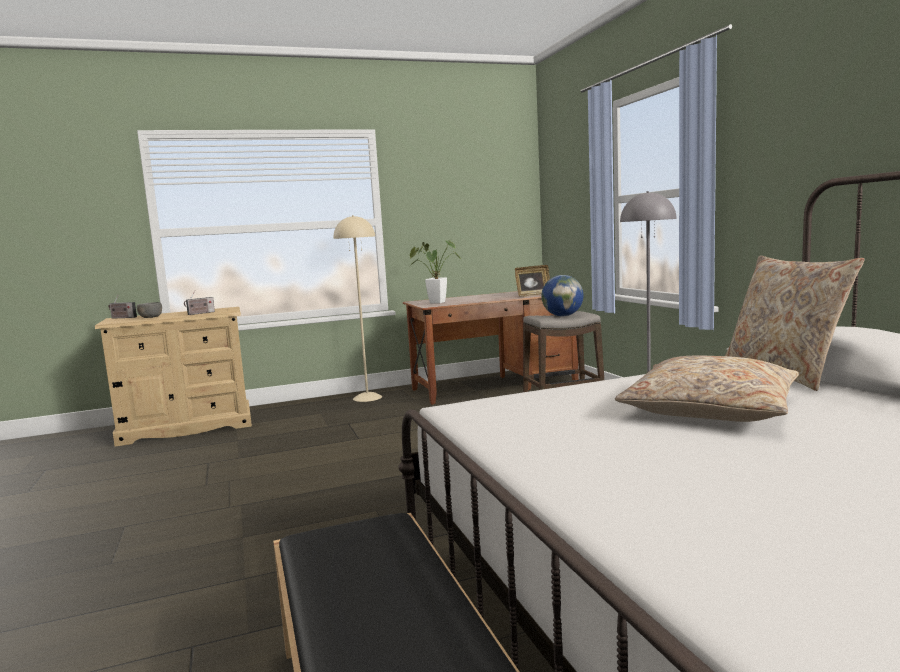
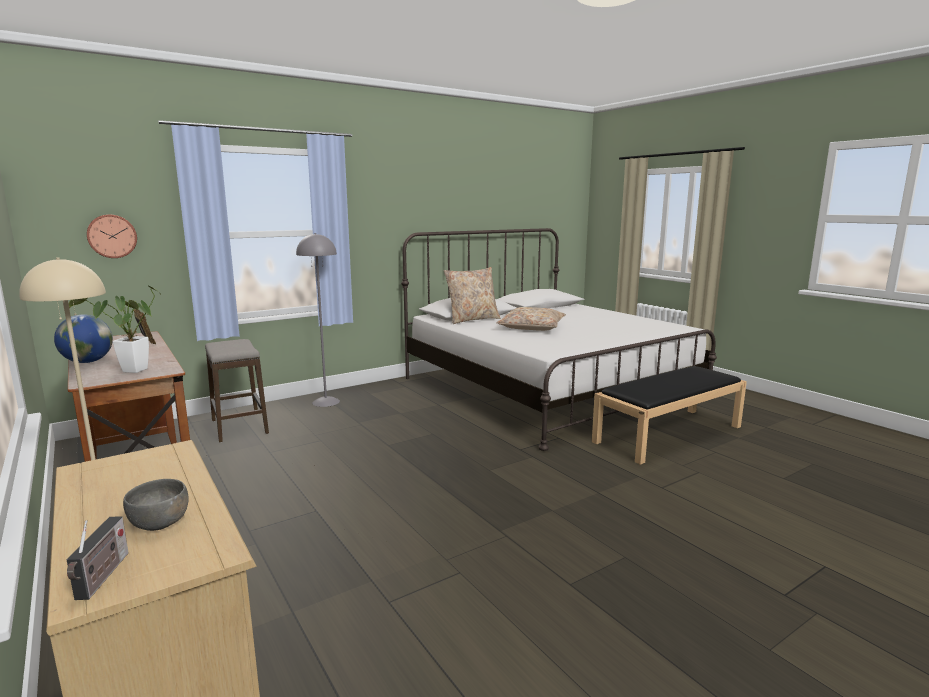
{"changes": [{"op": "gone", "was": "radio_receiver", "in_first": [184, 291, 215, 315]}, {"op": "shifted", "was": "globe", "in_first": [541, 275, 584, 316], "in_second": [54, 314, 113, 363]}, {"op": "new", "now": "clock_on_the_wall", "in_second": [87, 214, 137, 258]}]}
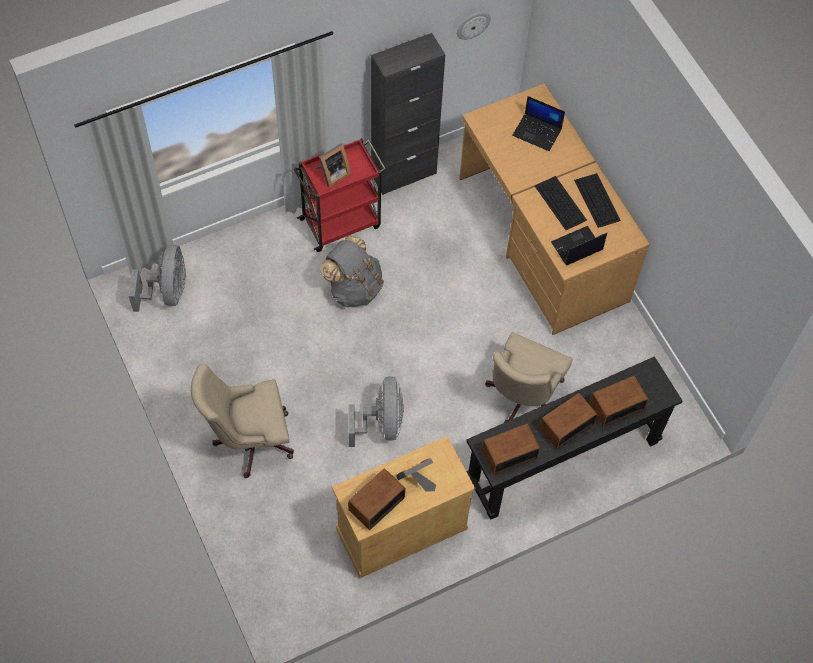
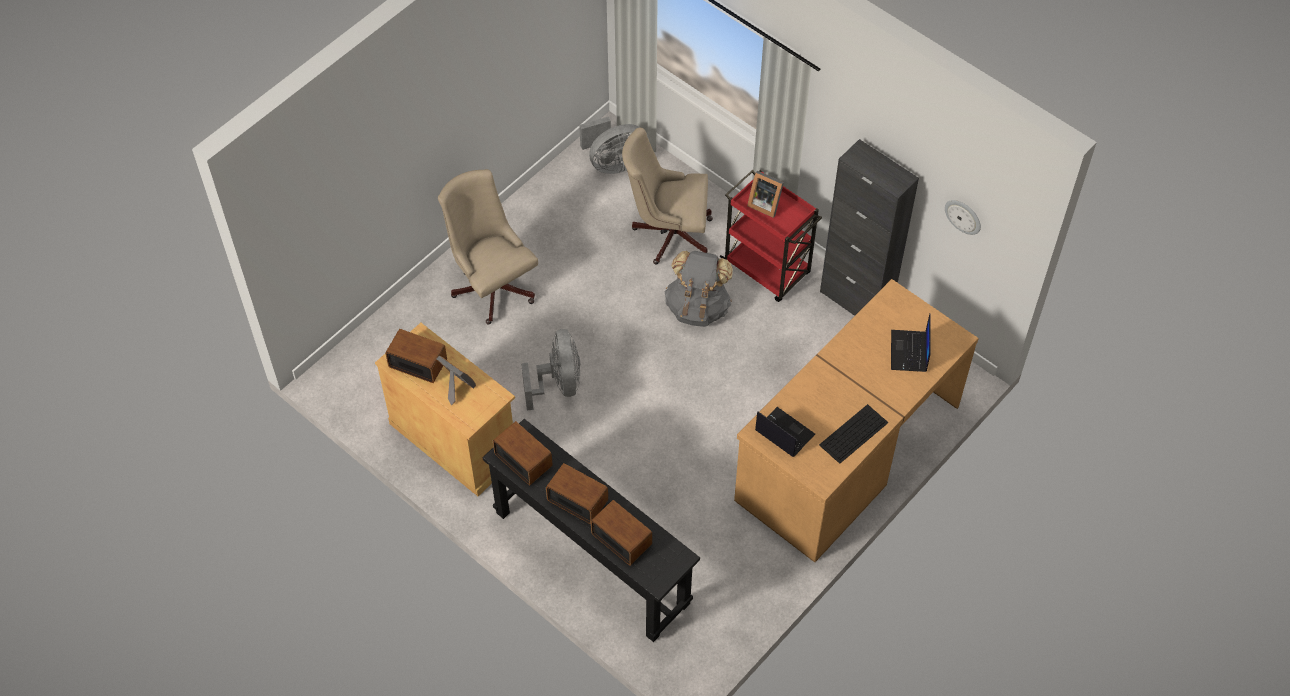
{"changes": [{"op": "rotated", "was": "greyish_fan", "in_first": [348, 376, 404, 447], "in_second": [521, 329, 580, 411], "clockwise": -75}, {"op": "shifted", "was": "sand-coloured_computer_chair", "in_first": [485, 332, 572, 423], "in_second": [622, 128, 713, 265]}, {"op": "gone", "was": "computer_keyboard", "in_first": [535, 176, 587, 230]}]}
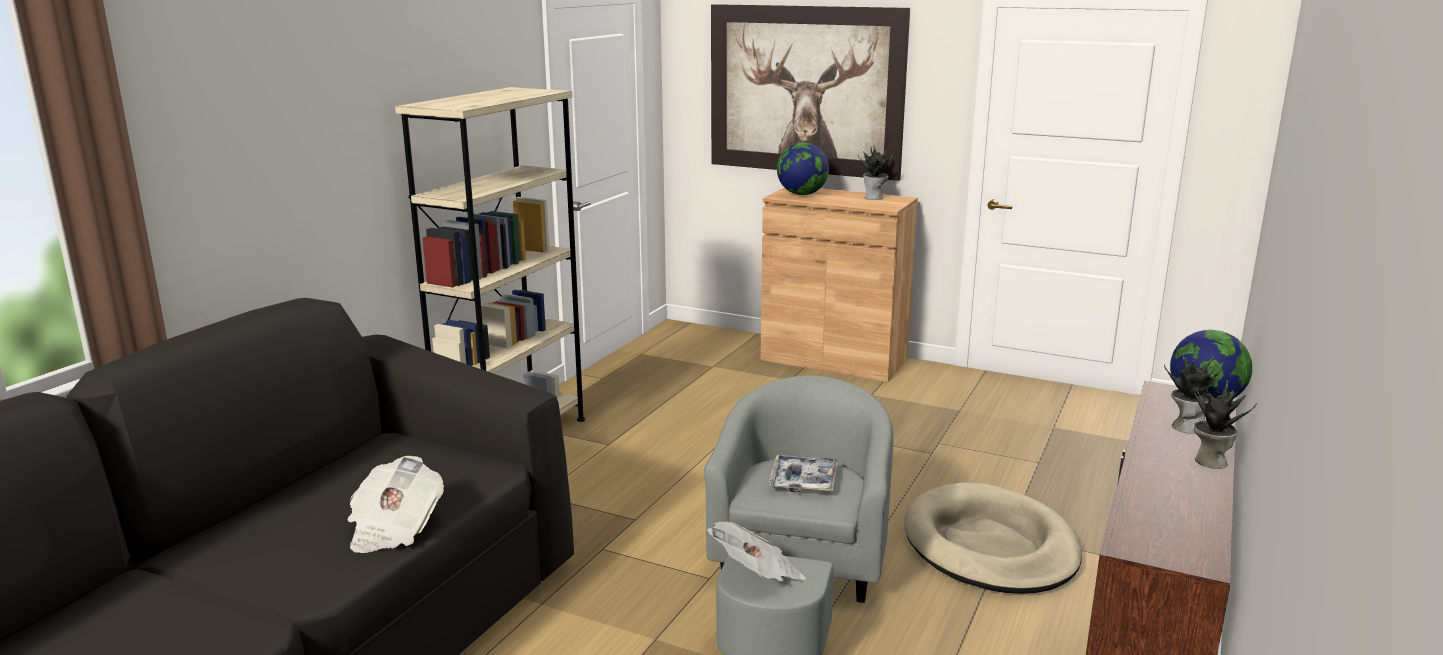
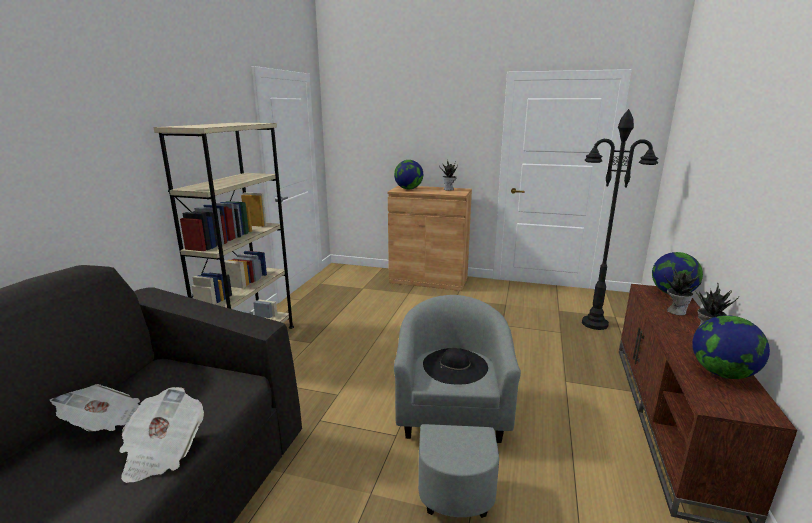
{"changes": [{"op": "shifted", "was": "printed_paper", "in_first": [707, 522, 806, 581], "in_second": [50, 384, 140, 432]}, {"op": "gone", "was": "picture", "in_first": [711, 4, 910, 181]}, {"op": "swapped", "was": "carrying_tray", "now": "blackish_hat", "in_first": [768, 455, 838, 492], "in_second": [423, 348, 488, 384]}, {"op": "gone", "was": "sand-coloured_pet_bed", "in_first": [904, 482, 1081, 594]}, {"op": "new", "now": "blackish_floor_lamp", "in_second": [582, 109, 658, 330]}, {"op": "new", "now": "globe", "in_second": [692, 315, 770, 379]}]}
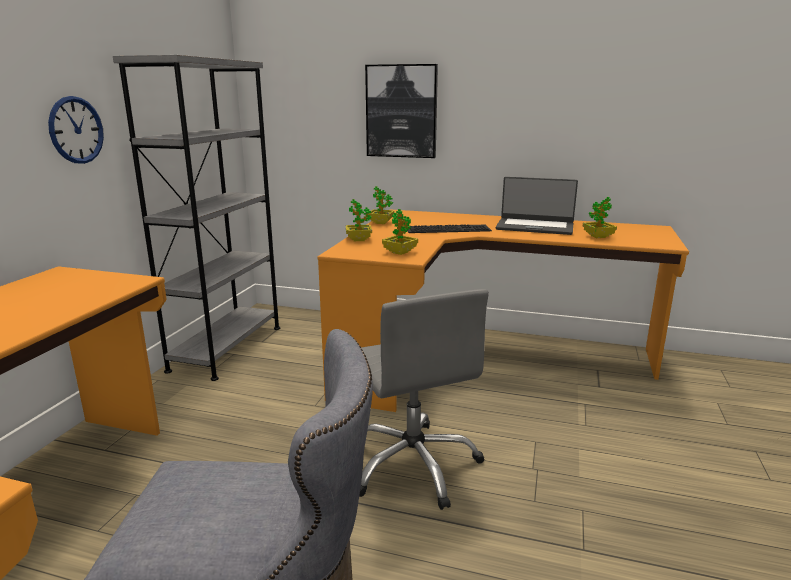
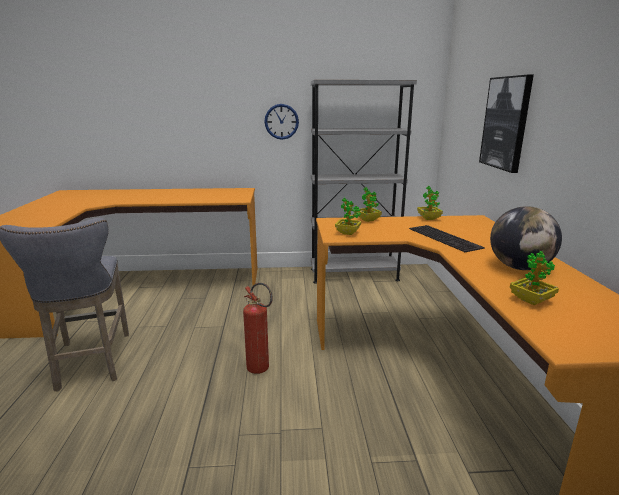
{"changes": [{"op": "swapped", "was": "greyish_computer_chair", "now": "extinguisher", "in_first": [359, 289, 489, 510], "in_second": [243, 283, 273, 374]}, {"op": "swapped", "was": "laptop", "now": "globe", "in_first": [496, 177, 578, 235], "in_second": [490, 206, 562, 270]}]}
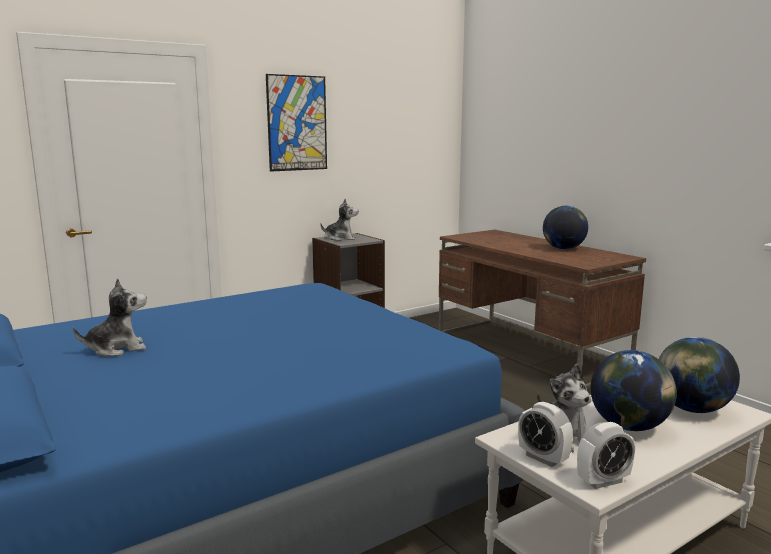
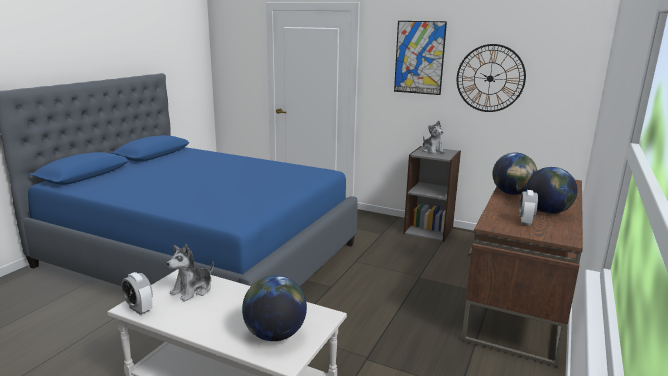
{"changes": [{"op": "gone", "was": "soft_toy", "in_first": [73, 278, 147, 357]}, {"op": "shifted", "was": "table_clock", "in_first": [518, 402, 573, 467], "in_second": [519, 190, 538, 226]}, {"op": "shifted", "was": "globe", "in_first": [591, 350, 677, 431], "in_second": [492, 152, 537, 195]}, {"op": "new", "now": "clock_on_the_wall", "in_second": [457, 44, 526, 112]}]}
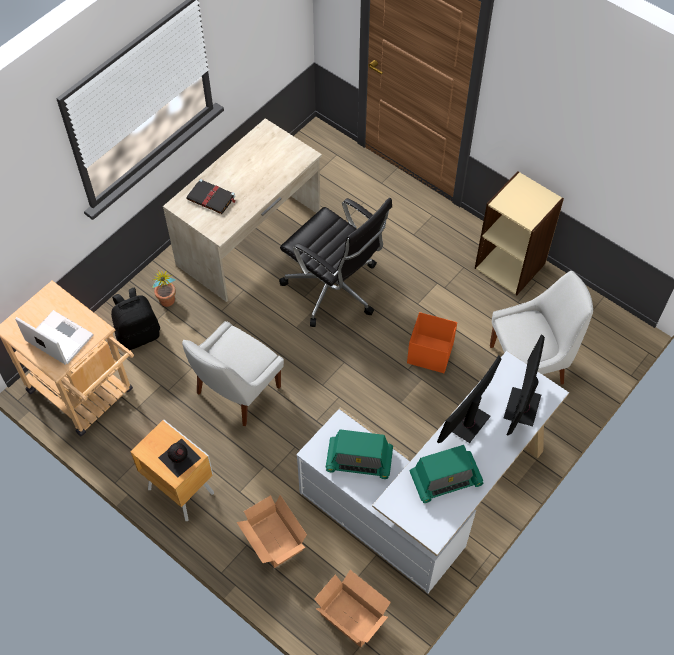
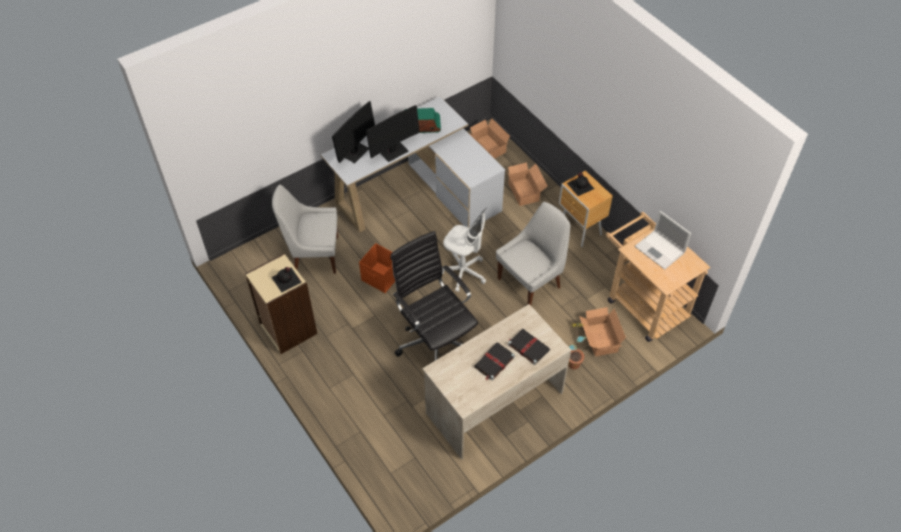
{"changes": [{"op": "swapped", "was": "blackish_rucksack", "now": "packing_box", "in_first": [111, 287, 160, 350], "in_second": [579, 307, 626, 356]}, {"op": "gone", "was": "radio_receiver", "in_first": [326, 429, 393, 479]}, {"op": "new", "now": "blackish_beverage_bottle", "in_second": [272, 267, 302, 292]}, {"op": "new", "now": "whitish_computer_chair", "in_second": [442, 208, 487, 292]}, {"op": "new", "now": "blackish_book", "in_second": [474, 343, 515, 381]}]}
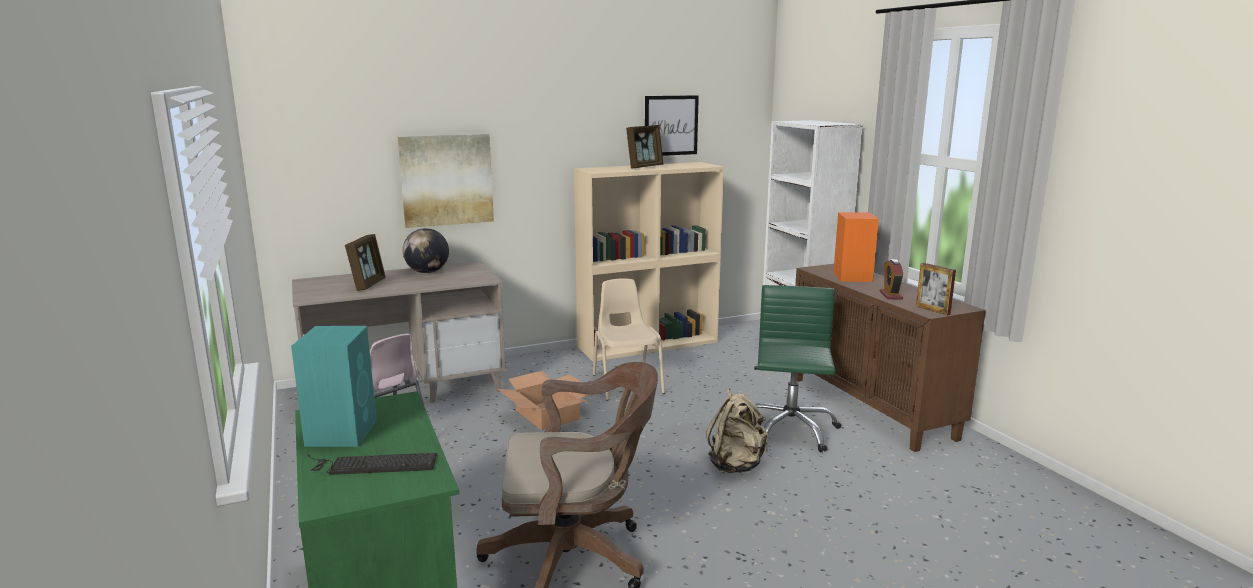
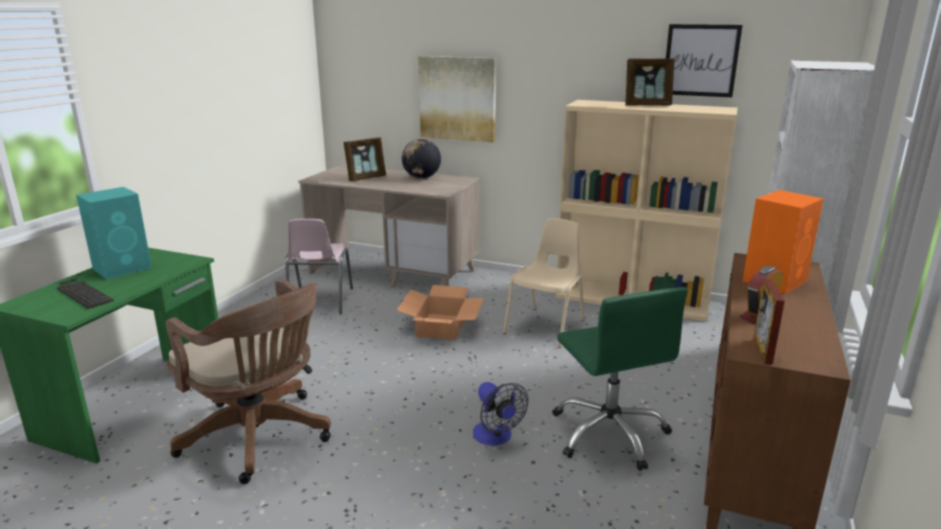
{"changes": [{"op": "swapped", "was": "sand-coloured_rucksack", "now": "fan", "in_first": [706, 388, 768, 473], "in_second": [473, 382, 528, 446]}, {"op": "rotated", "was": "greenish_computer_chair", "in_first": [754, 285, 841, 452], "in_second": [552, 287, 688, 471], "clockwise": 105}]}
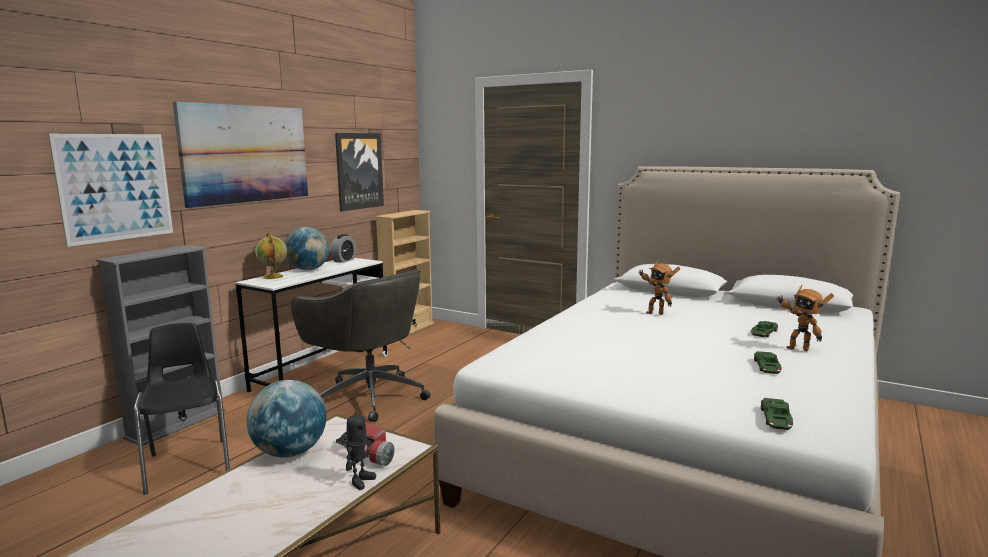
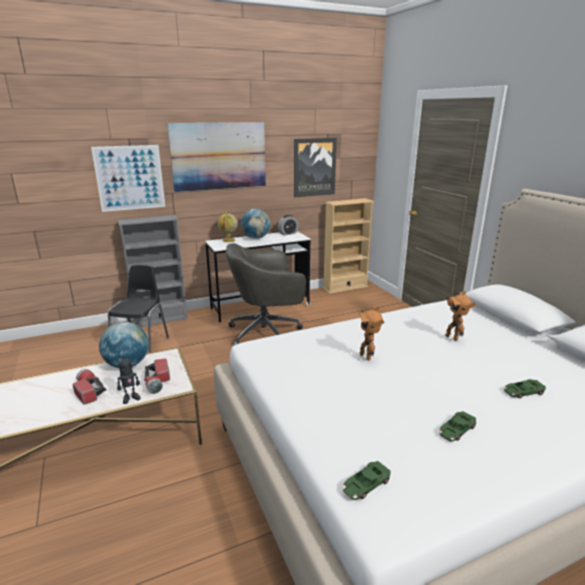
{"changes": [{"op": "rotated", "was": "greyish_computer_chair", "in_first": [291, 269, 430, 422], "in_second": [226, 243, 306, 346], "clockwise": 90}, {"op": "shifted", "was": "model_robot", "in_first": [776, 285, 834, 351], "in_second": [359, 306, 384, 361]}, {"op": "new", "now": "hand_torch", "in_second": [73, 369, 106, 405]}]}
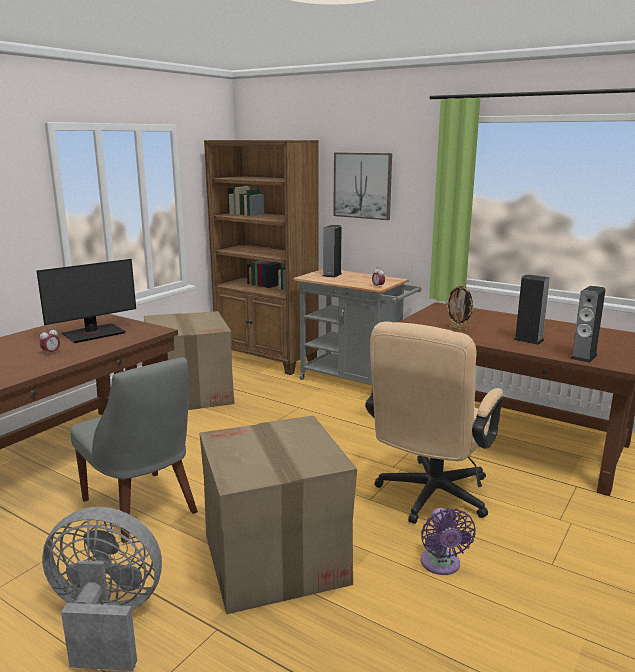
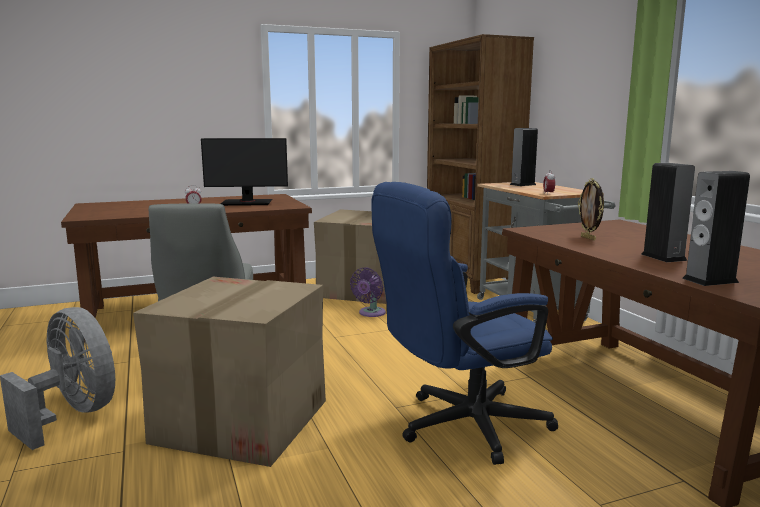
{"changes": [{"op": "gone", "was": "picture", "in_first": [333, 152, 392, 220]}, {"op": "repainted", "was": "sand-coloured_computer_chair", "now": "blue_computer_chair", "in_first": [365, 321, 503, 524], "in_second": [371, 182, 558, 465]}, {"op": "shifted", "was": "purplish_fan", "in_first": [421, 508, 476, 575], "in_second": [350, 268, 386, 317]}]}
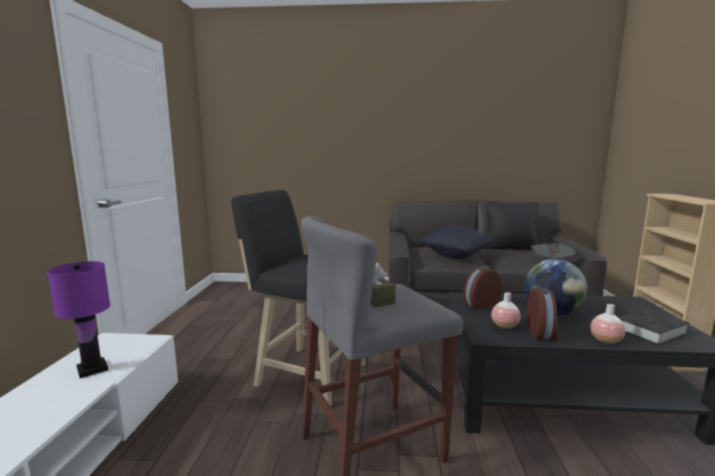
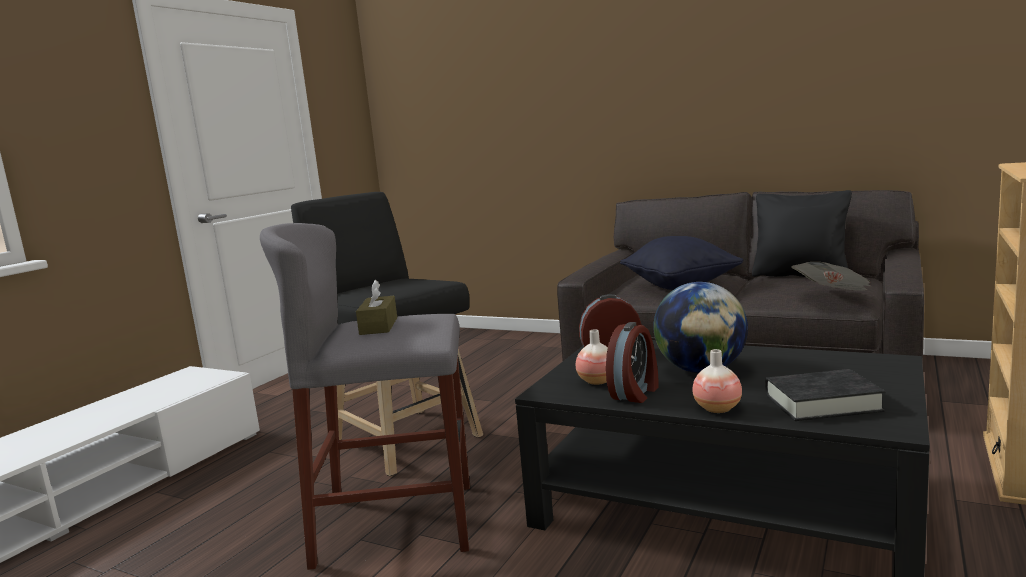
{"changes": [{"op": "gone", "was": "purplish_lamp_for_a_table", "in_first": [47, 261, 110, 378]}]}
